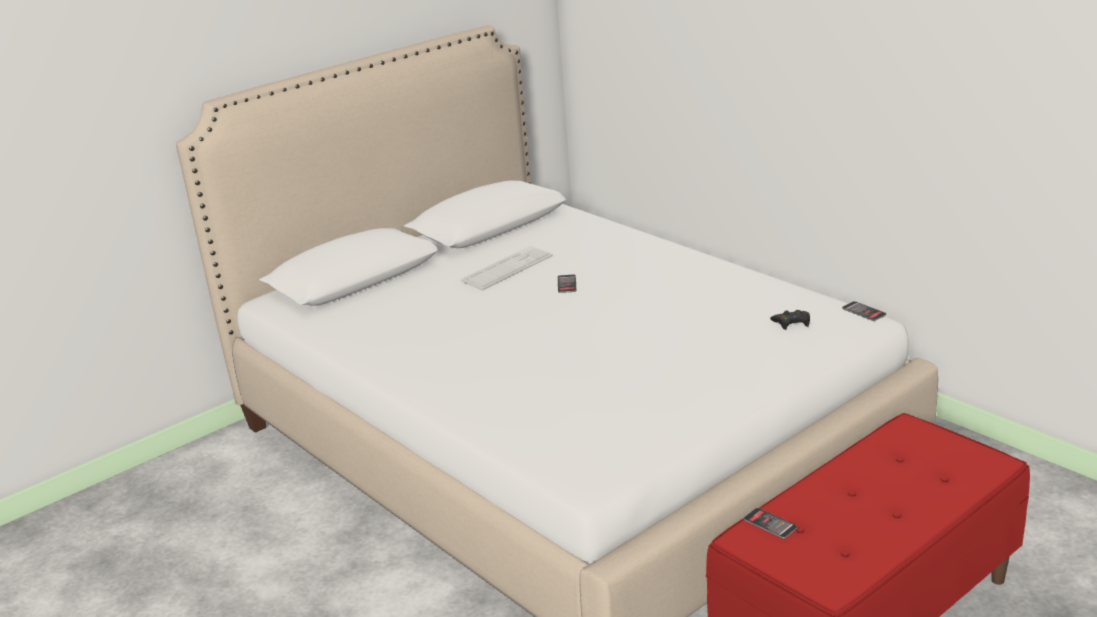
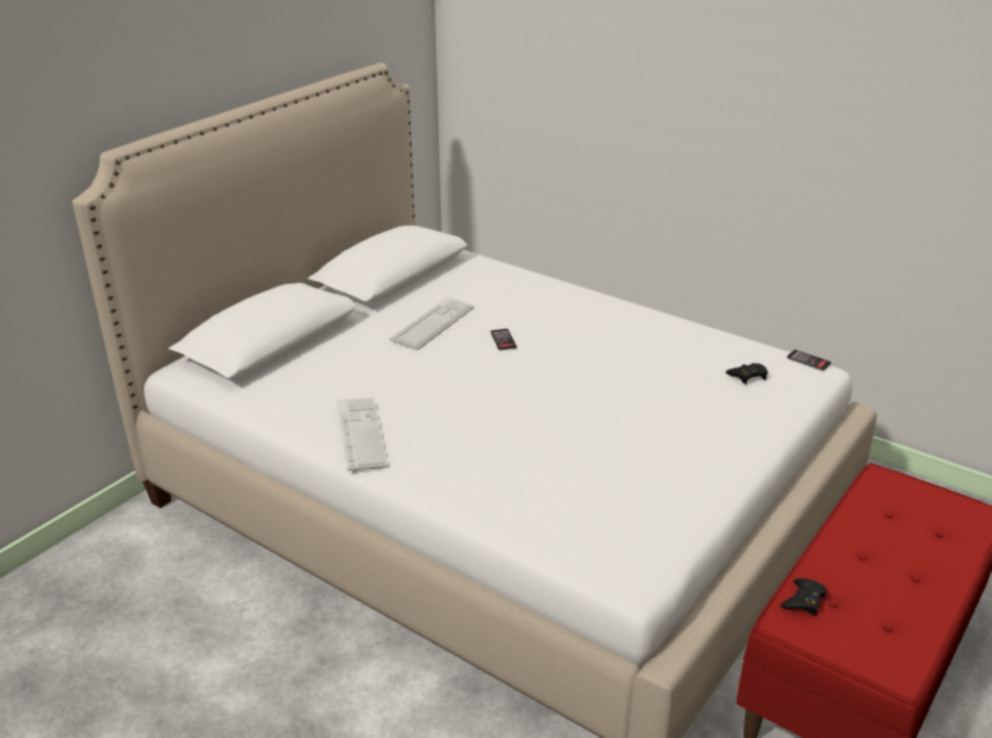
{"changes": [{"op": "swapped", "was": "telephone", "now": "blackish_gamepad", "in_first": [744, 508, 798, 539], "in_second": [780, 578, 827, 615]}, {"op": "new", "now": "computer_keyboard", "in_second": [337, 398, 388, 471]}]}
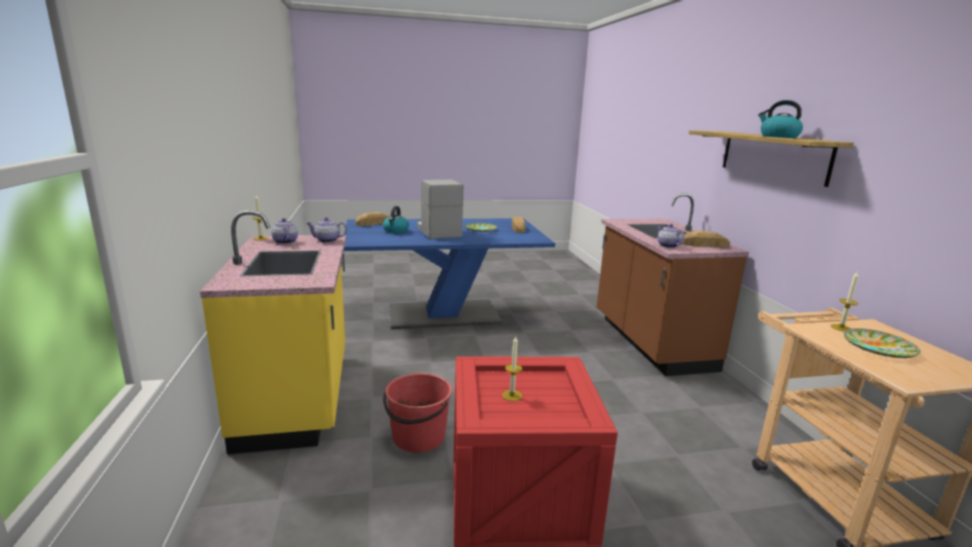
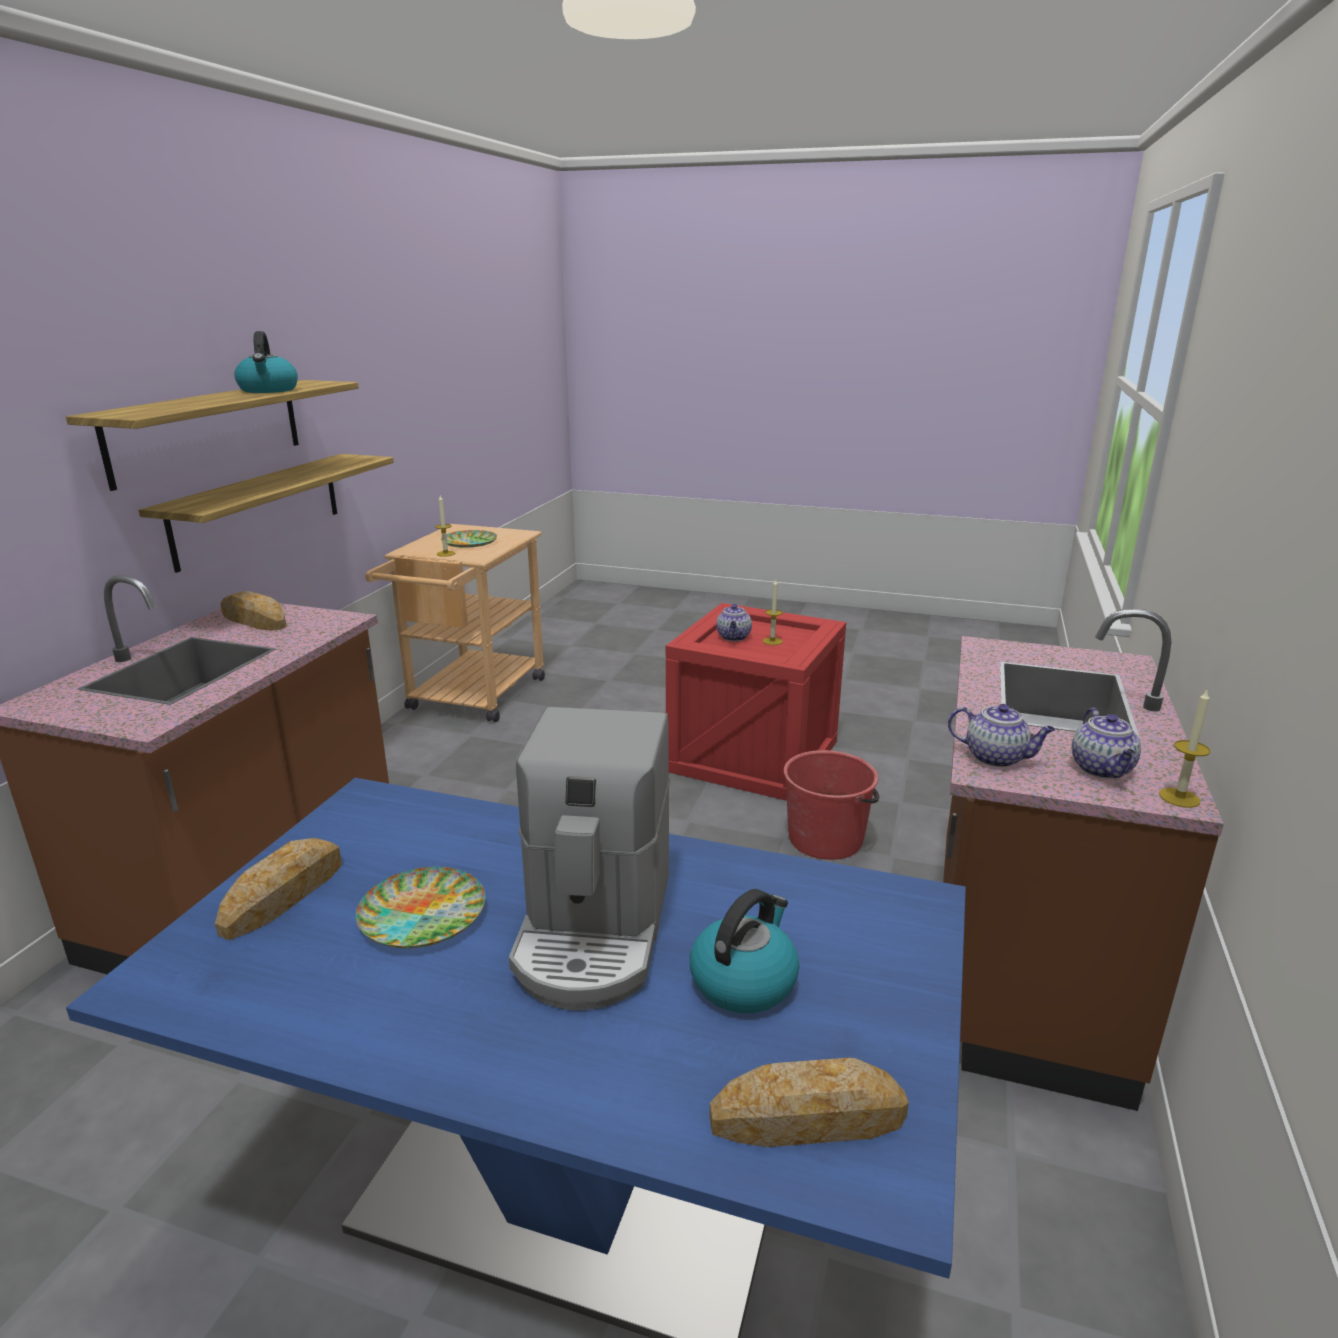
{"changes": [{"op": "repainted", "was": "yellow_kitchen_counter", "now": "brown-coloured_kitchen_counter", "in_first": [200, 210, 346, 454], "in_second": [943, 609, 1224, 1111]}, {"op": "shifted", "was": "pot_for_tea", "in_first": [657, 224, 685, 248], "in_second": [716, 603, 752, 641]}, {"op": "new", "now": "wall_shelf", "in_second": [139, 454, 394, 573]}]}
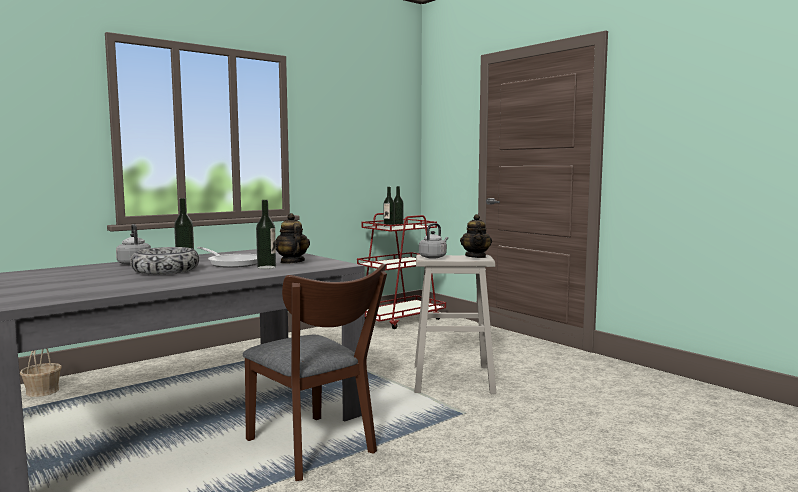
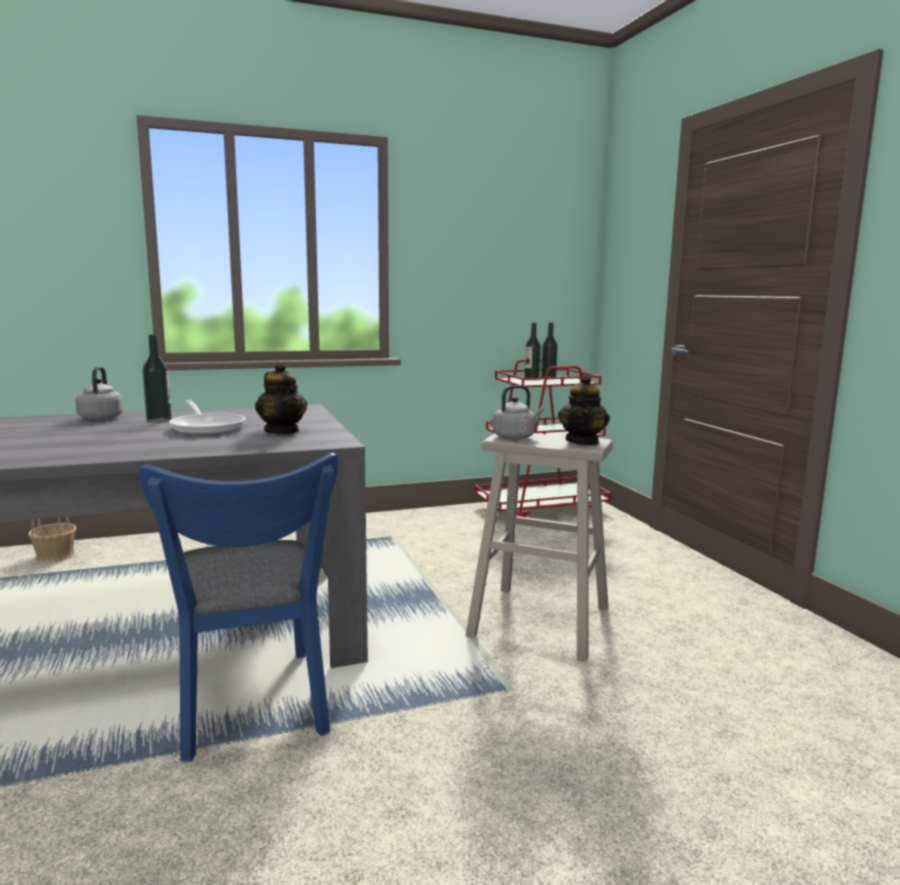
{"changes": [{"op": "gone", "was": "deep_dish", "in_first": [130, 247, 199, 274]}, {"op": "repainted", "was": "brown-coloured_chair", "now": "blue_chair", "in_first": [243, 263, 387, 481], "in_second": [140, 453, 338, 762]}, {"op": "gone", "was": "beverage_bottle", "in_first": [256, 200, 276, 269]}, {"op": "rotated", "was": "pot_for_tea", "in_first": [276, 213, 310, 263], "in_second": [255, 362, 307, 434], "clockwise": 150}]}
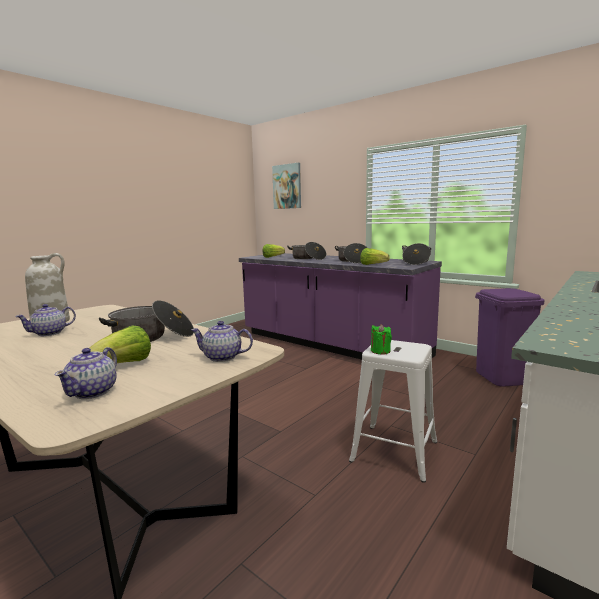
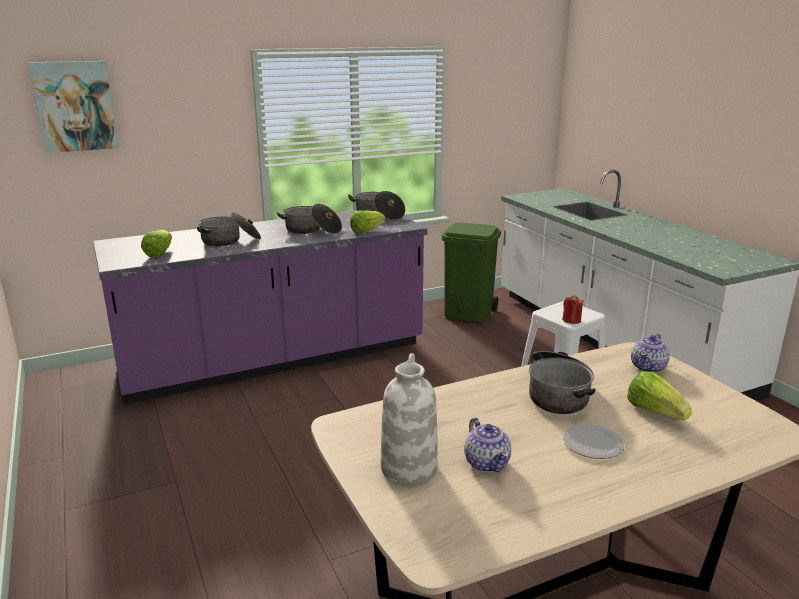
{"changes": [{"op": "gone", "was": "pot_for_tea", "in_first": [55, 347, 117, 399]}, {"op": "repainted", "was": "greenish_candle", "now": "red-coloured_candle", "in_first": [371, 324, 392, 355], "in_second": [562, 296, 584, 324]}, {"op": "repainted", "was": "purplish_trash_can", "now": "greenish_trash_can", "in_first": [475, 288, 545, 387], "in_second": [442, 222, 501, 323]}, {"op": "new", "now": "plate", "in_second": [563, 424, 625, 459]}]}
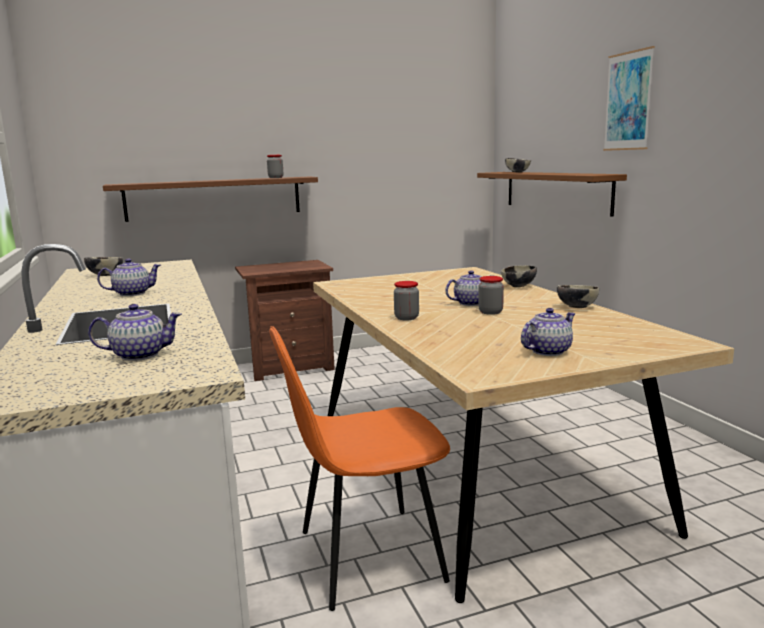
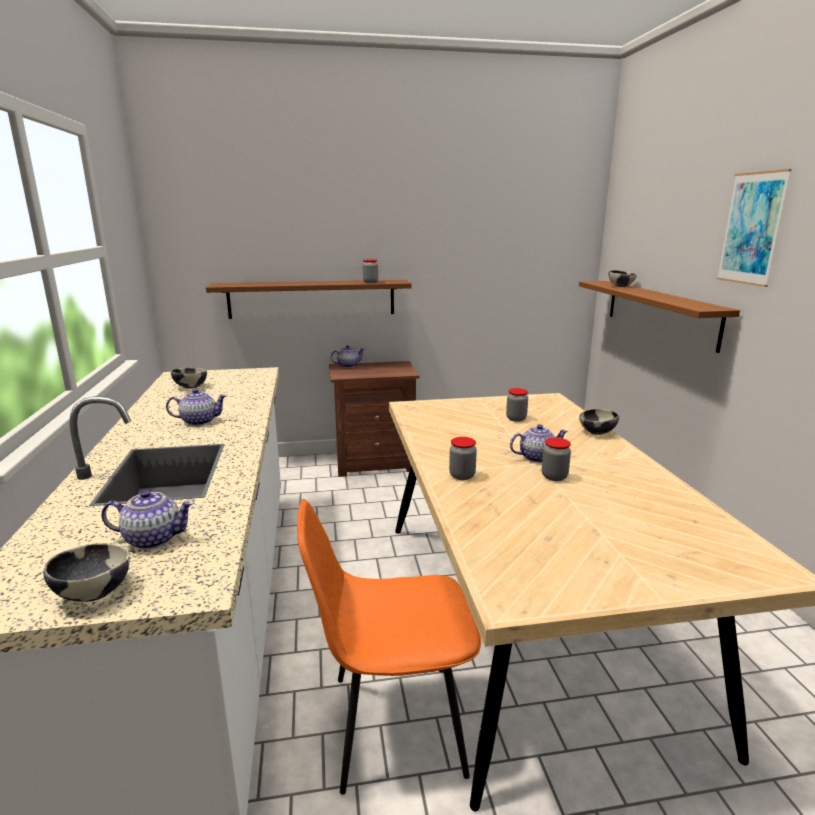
{"changes": [{"op": "shifted", "was": "pot_for_tea", "in_first": [521, 308, 576, 356], "in_second": [331, 345, 364, 368]}, {"op": "shifted", "was": "deep_dish", "in_first": [557, 285, 599, 308], "in_second": [44, 543, 130, 602]}, {"op": "new", "now": "jar", "in_second": [506, 388, 528, 422]}]}
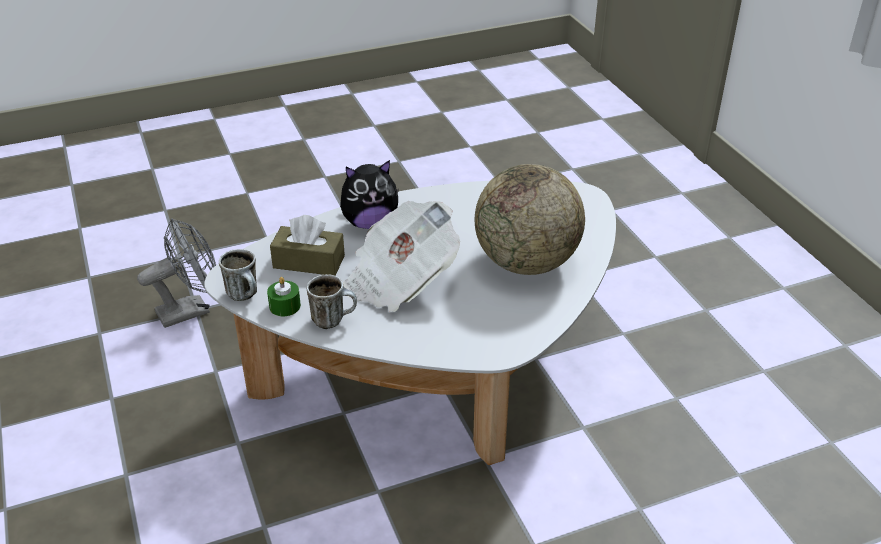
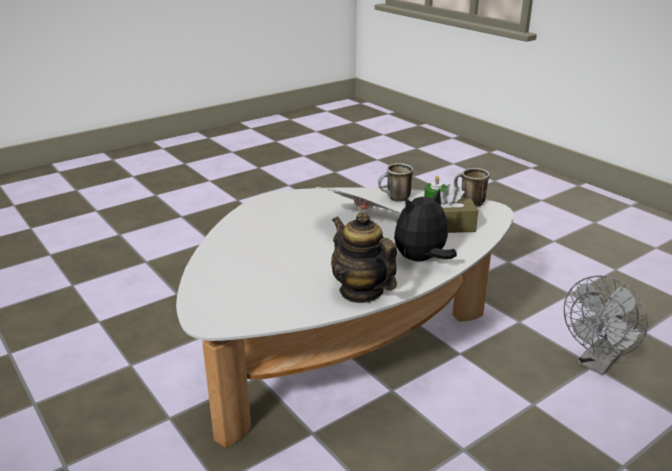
{"changes": [{"op": "gone", "was": "globe", "in_first": [475, 164, 585, 275]}, {"op": "new", "now": "pot_for_tea", "in_second": [331, 211, 397, 303]}]}
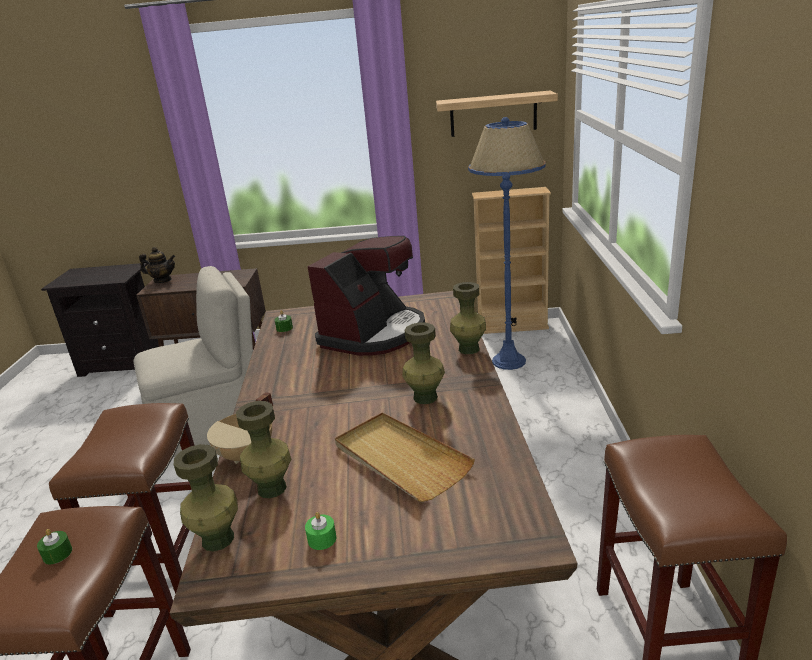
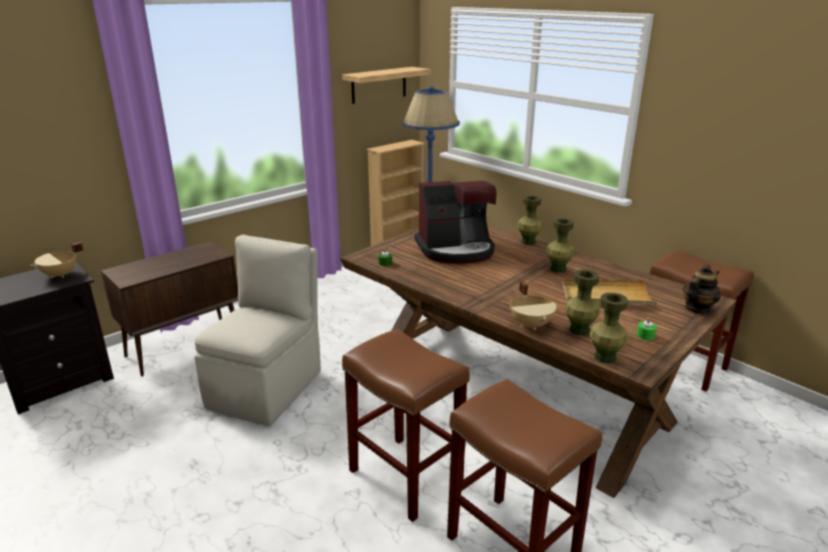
{"changes": [{"op": "gone", "was": "greenish_candle", "in_first": [37, 529, 72, 564]}, {"op": "shifted", "was": "pot_for_tea", "in_first": [139, 247, 175, 283], "in_second": [683, 265, 721, 313]}, {"op": "rotated", "was": "coffee_maker", "in_first": [307, 236, 425, 356], "in_second": [415, 180, 496, 264], "clockwise": 90}, {"op": "new", "now": "sand-coloured_saucepot", "in_second": [30, 242, 84, 278]}]}
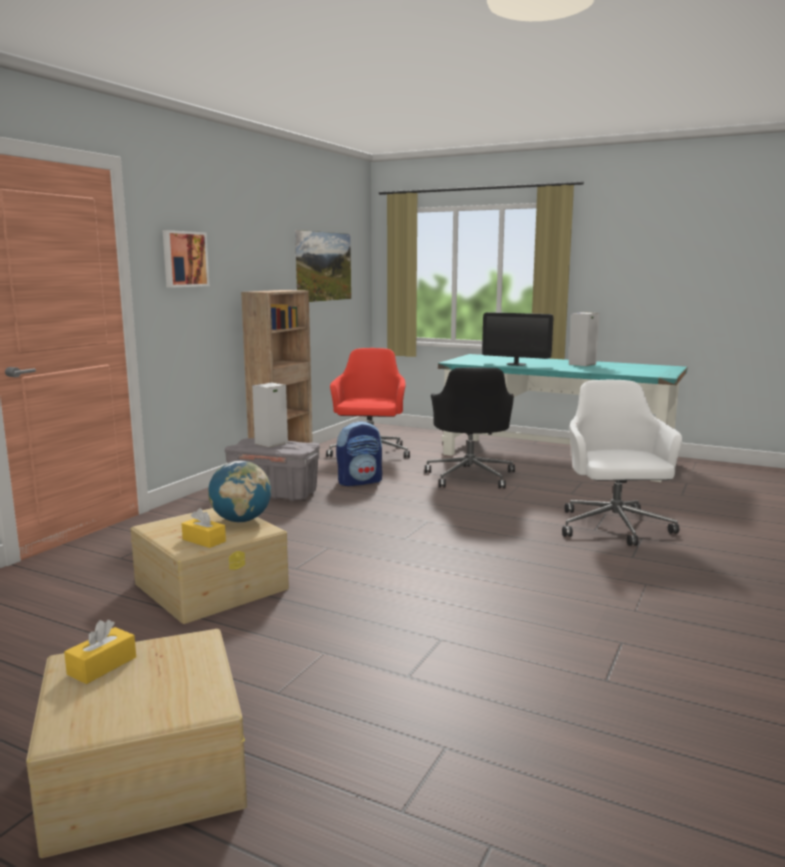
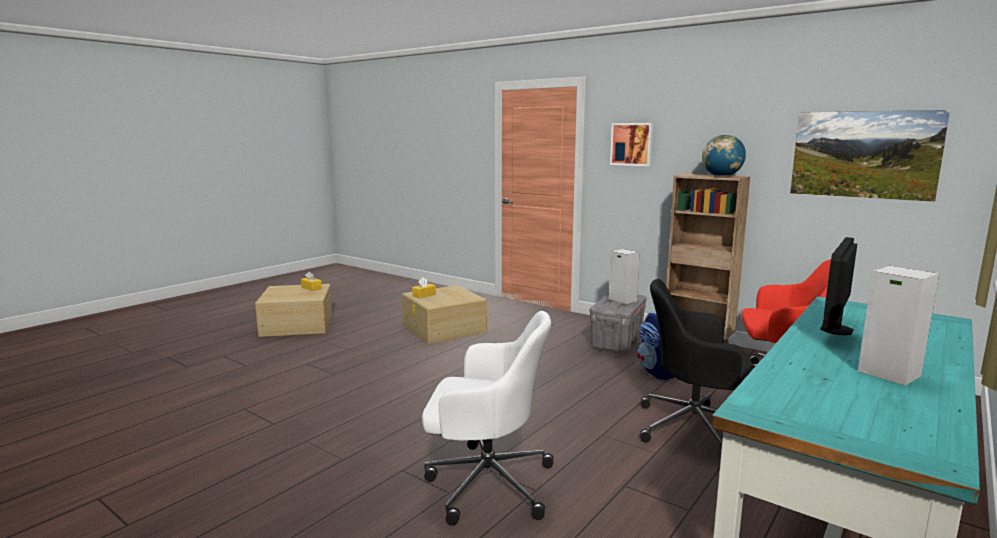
{"changes": [{"op": "shifted", "was": "globe", "in_first": [208, 461, 271, 522], "in_second": [702, 135, 746, 177]}]}
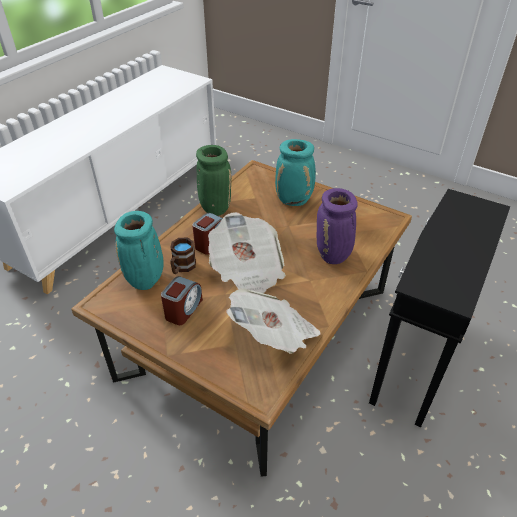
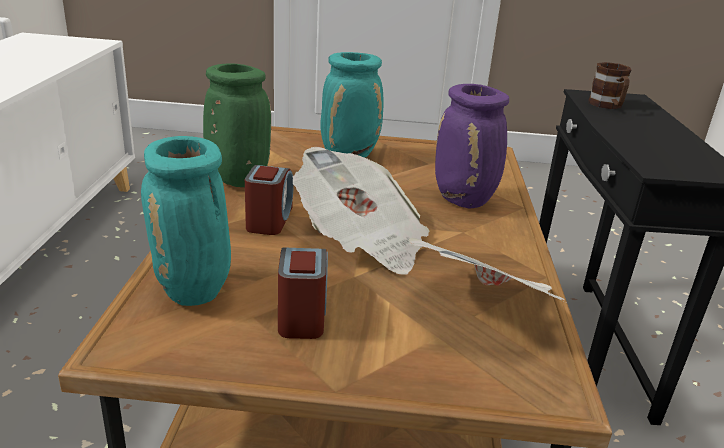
{"changes": [{"op": "shifted", "was": "brown-coloured_tea_mug", "in_first": [170, 238, 196, 274], "in_second": [589, 62, 631, 109]}]}
